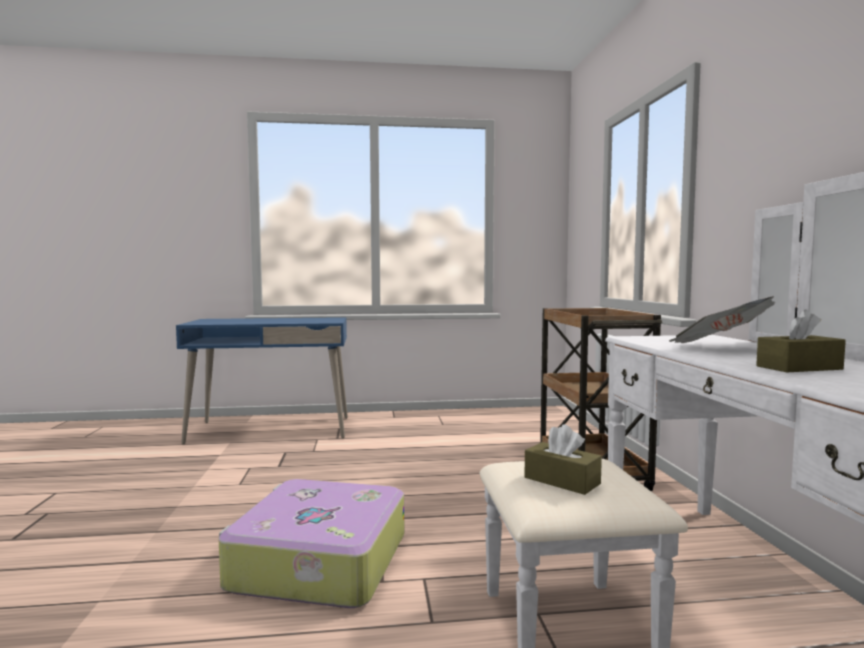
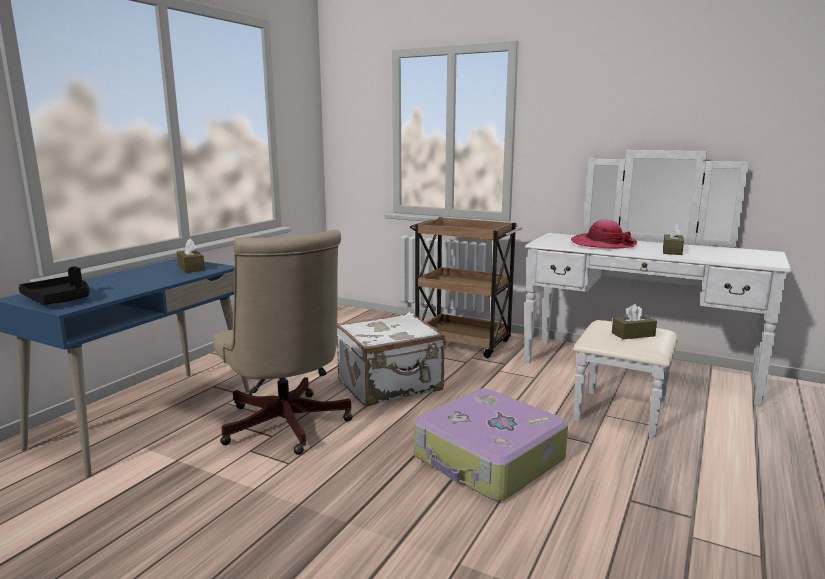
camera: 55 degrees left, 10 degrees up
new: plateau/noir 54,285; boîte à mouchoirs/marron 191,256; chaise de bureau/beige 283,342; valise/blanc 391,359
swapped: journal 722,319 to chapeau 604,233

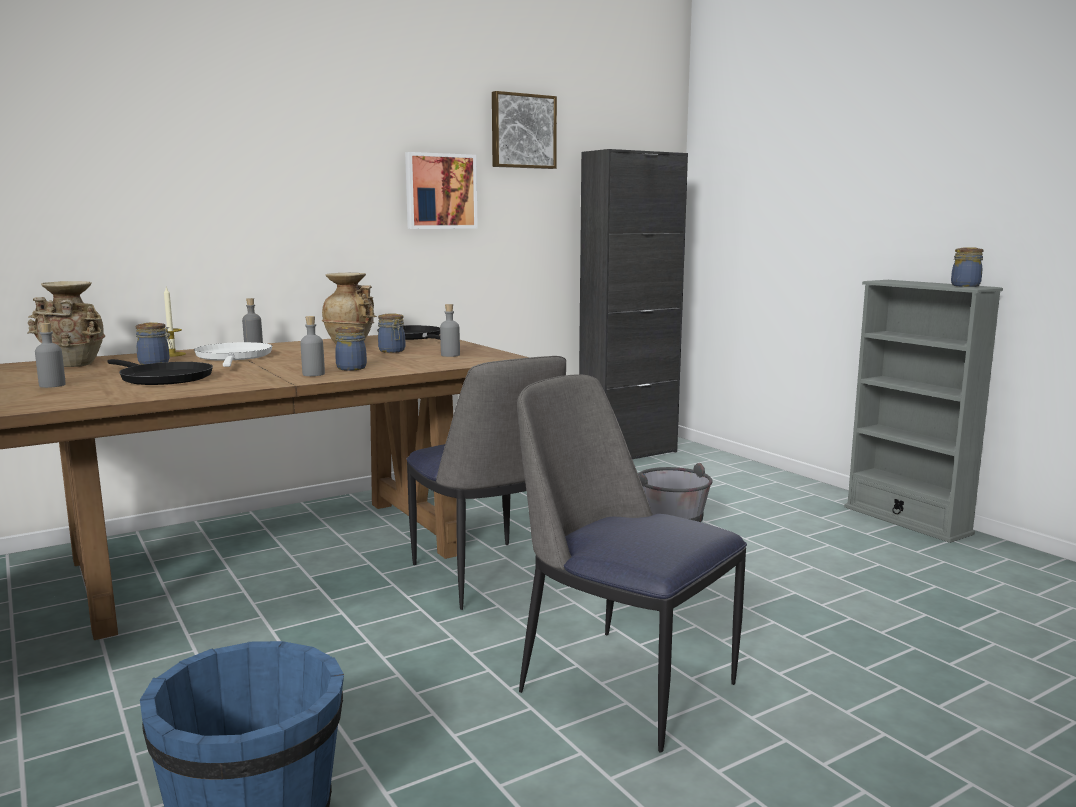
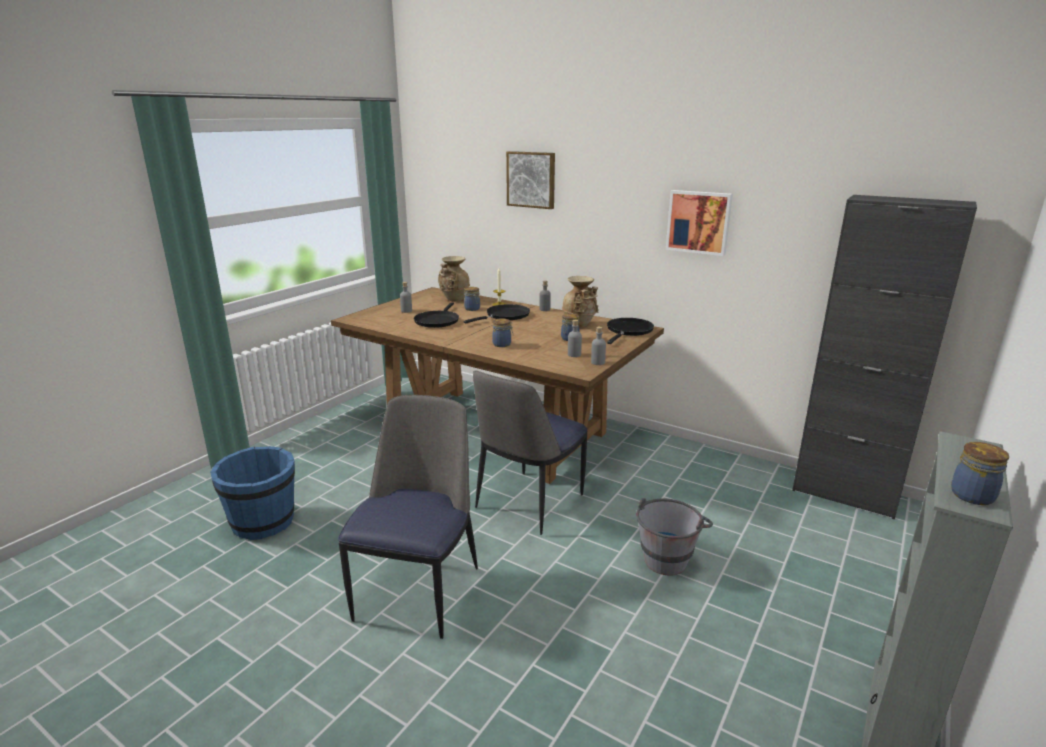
camera: 65 degrees right, 10 degrees up
shifted: tableau 524,130 to 530,180; bouteille/gris 312,346 to 598,346
repainted: poêle/blanc 233,354 to poêle/noir 497,314

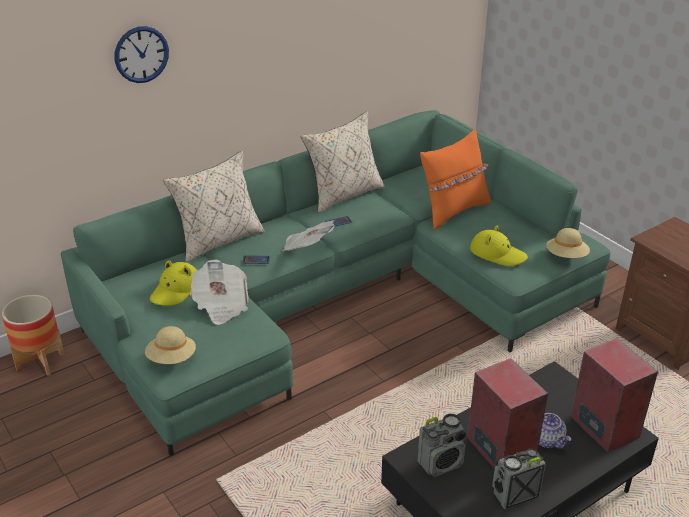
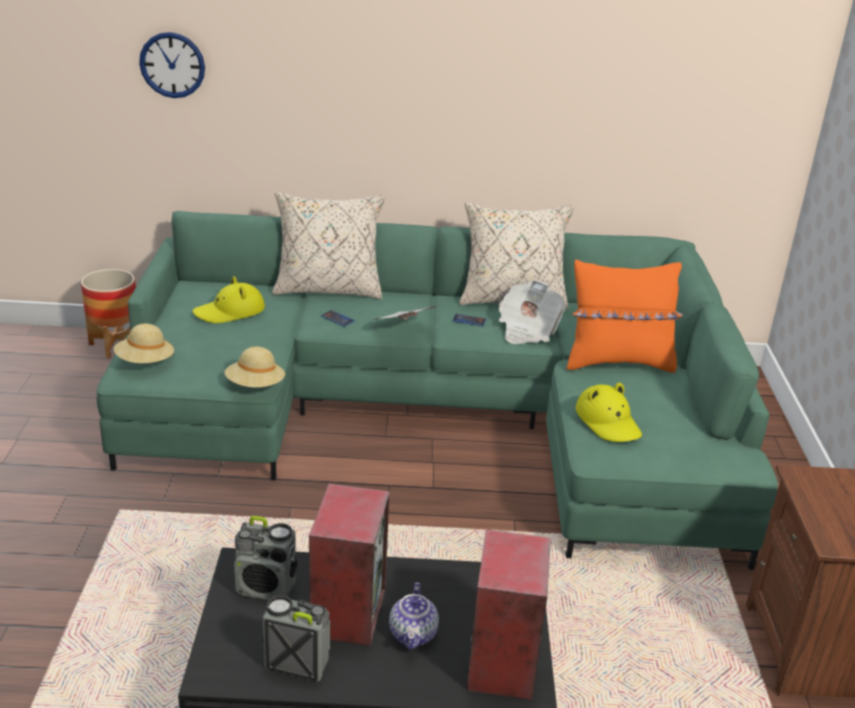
camera: 35 degrees right, 5 degrees down
shifted: horloge murale 142,54 to 172,65; chapeau/beige 568,243 to 255,367; journal 219,292 to 532,312

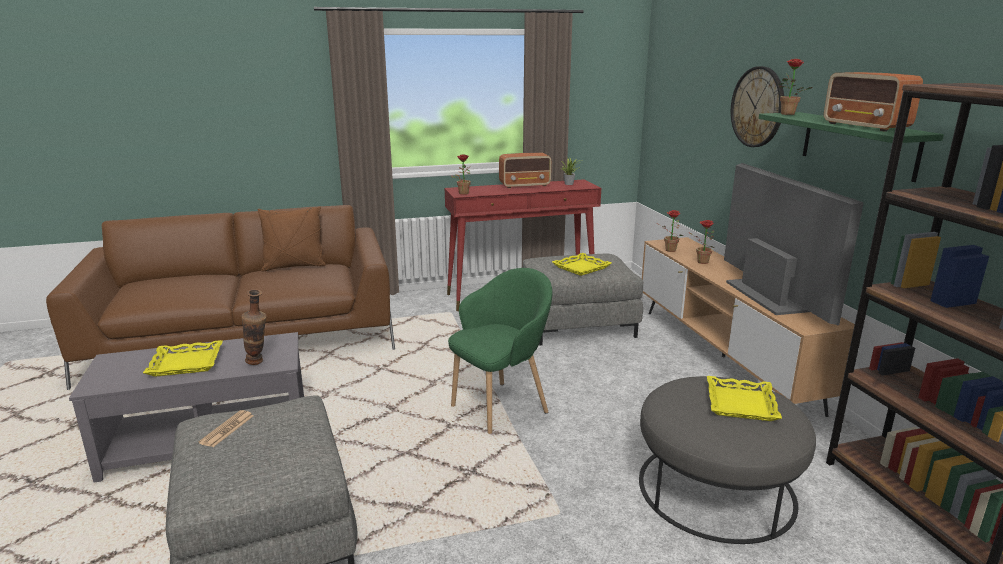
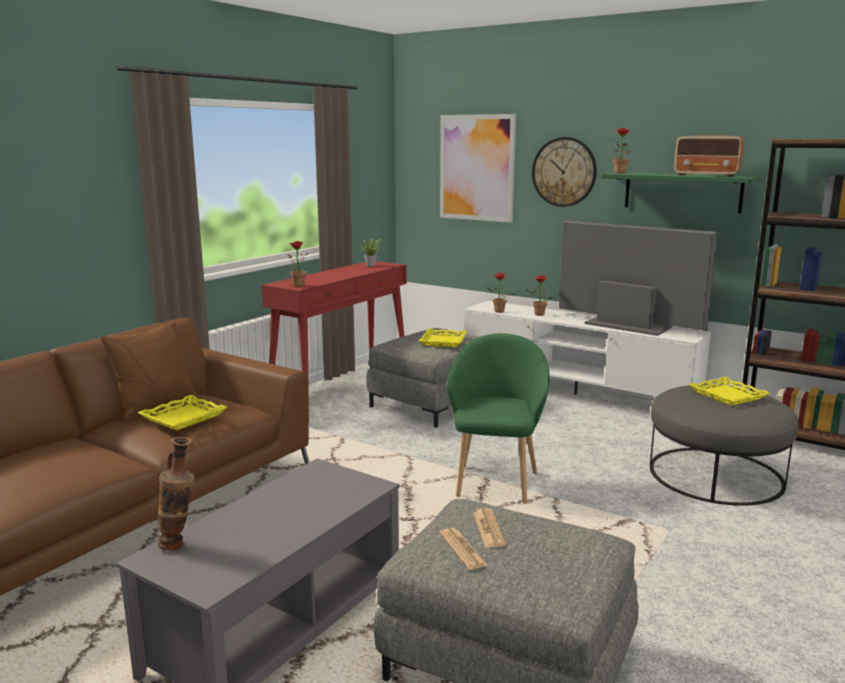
camera: 40 degrees left, 5 degrees down
gone: radio 525,170
new: tableau 478,168; journal 489,528
shifted: plateau/jaune 183,358 to 182,413; vase 254,327 to 176,494
repainted: meuble télé/marron 748,327 to meuble télé/blanc 587,348

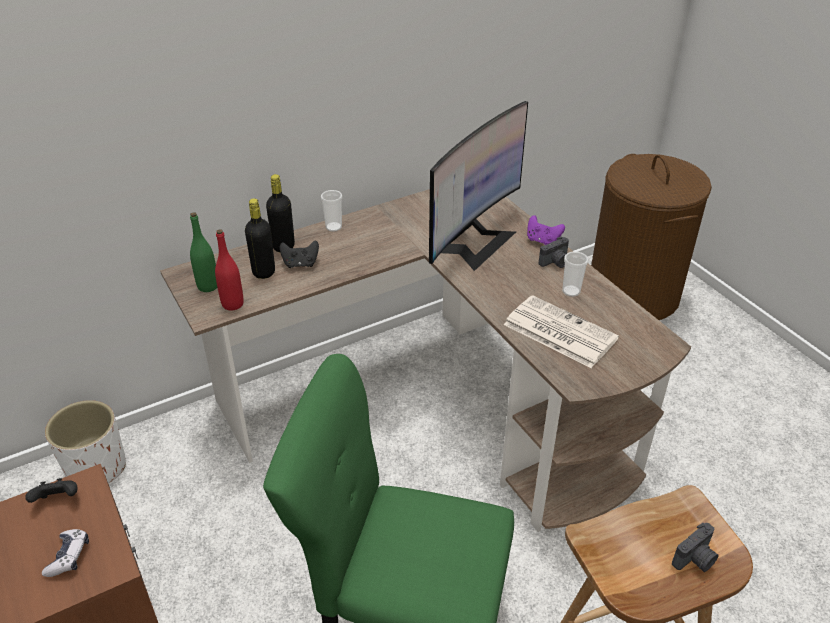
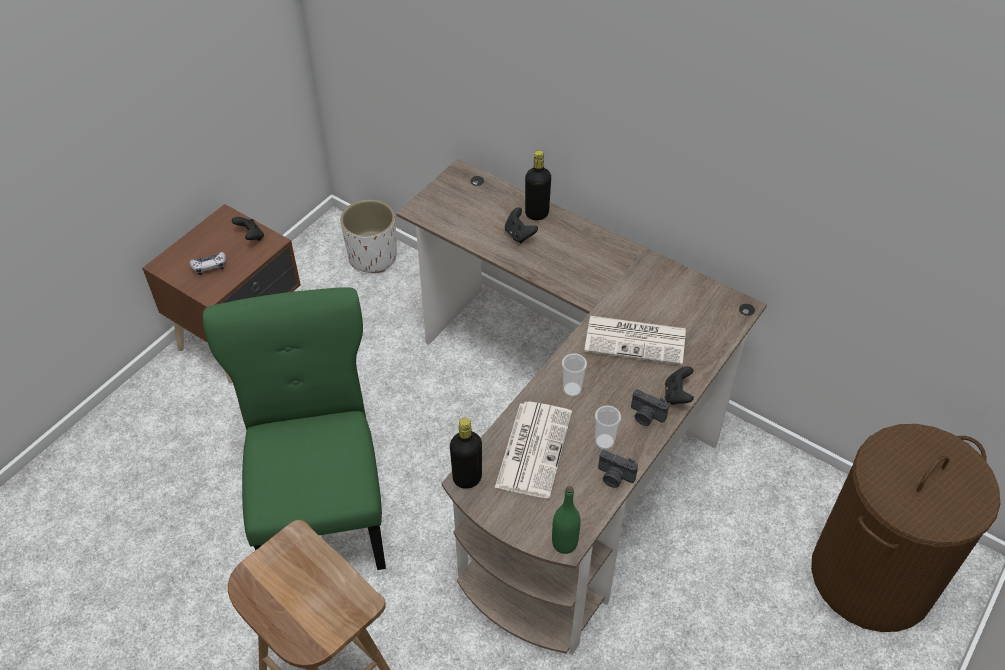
camera: 65 degrees right, 10 degrees up
gone: bouteille/rouge 229,269
shifted: bouteille/noir 260,238 to 466,453; bouteille/vert 203,252 to 566,520; tasse 331,211 to 574,375; appareil photo 695,547 to 618,469
swapped: écran d'ordinateur 478,186 to journal 635,340
repainted: manette/violet 546,230 to manette/noir 679,385

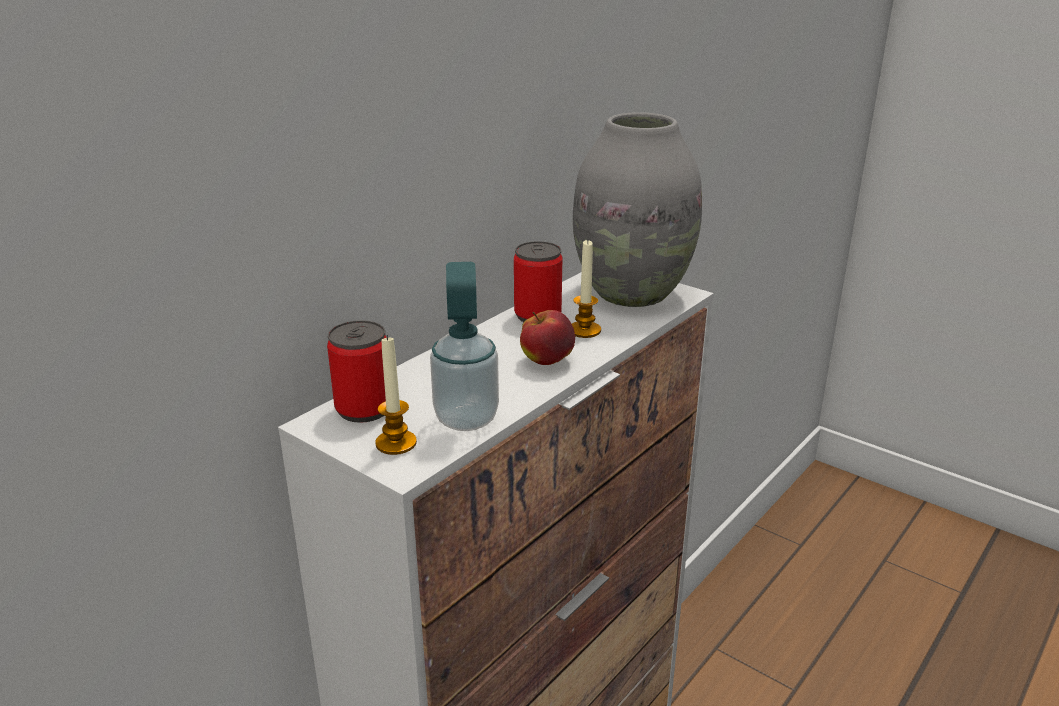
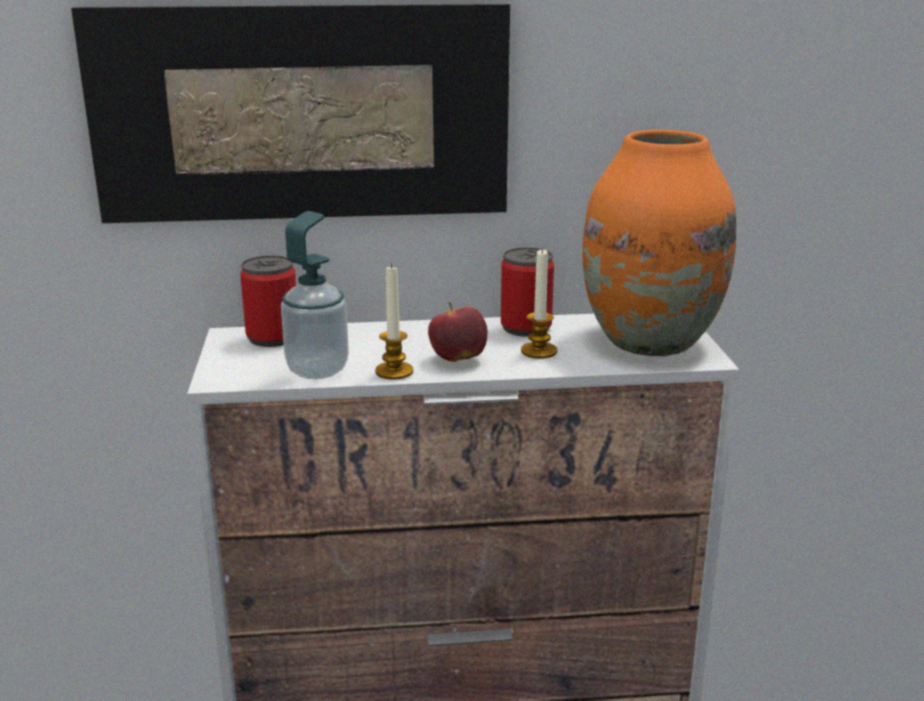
camera: 45 degrees right, 5 degrees down
new: tableau 290,113
shifted: bougie 396,395 to 394,322
repainted: vase/gris 637,209 to vase/orange 659,243

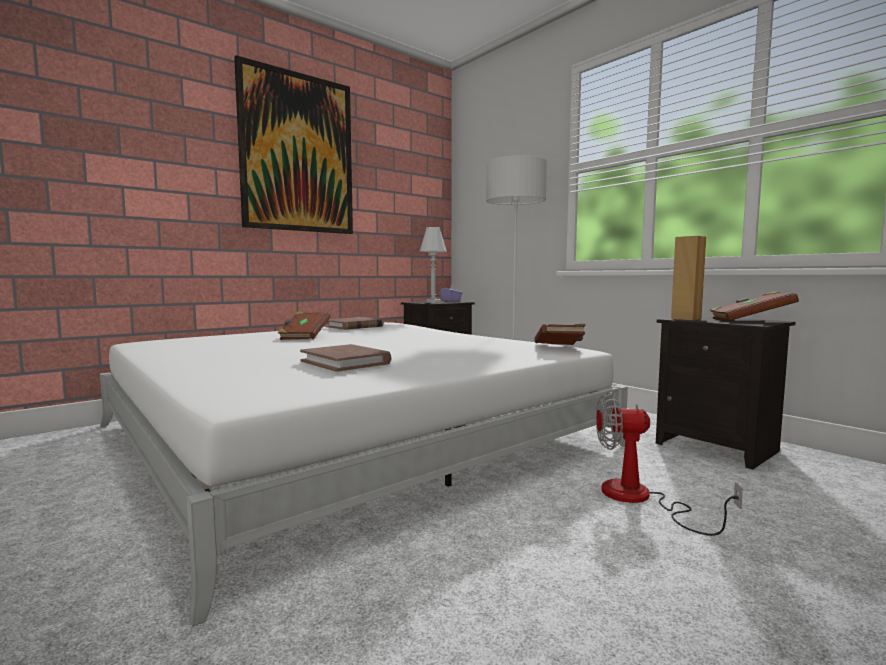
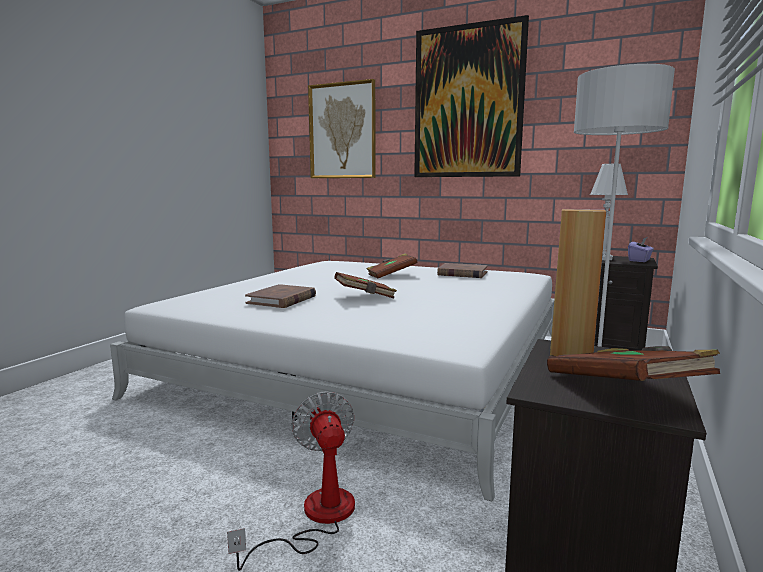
camera: 65 degrees right, 5 degrees up
new: tableau 342,128
shifted: livre/marron 559,334 to 365,285

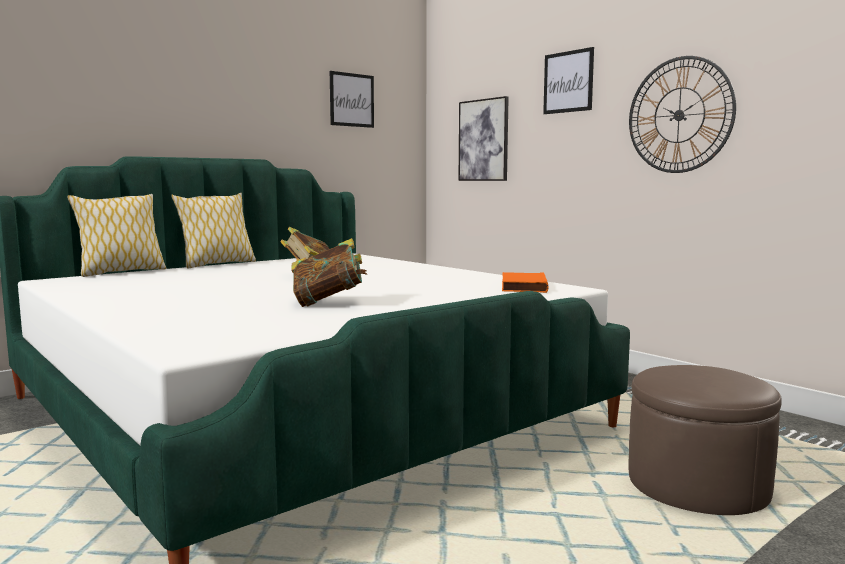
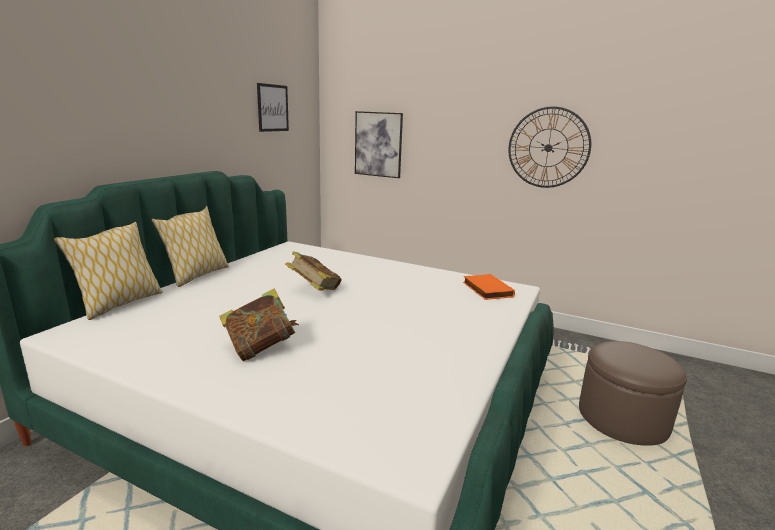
camera: 25 degrees left, 10 degrees up
gone: tableau 568,80
shifted: livre 329,272 to 259,325

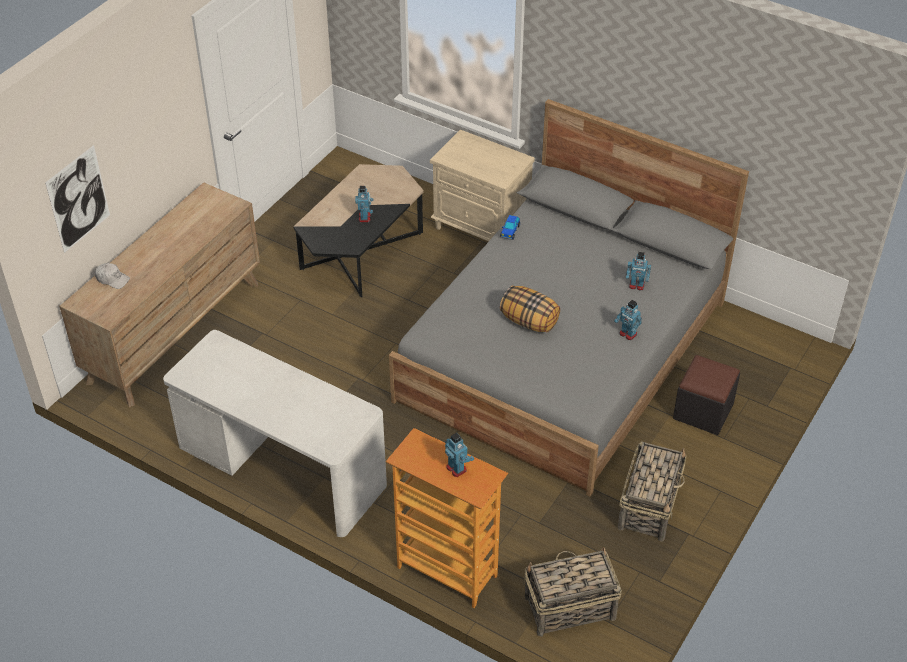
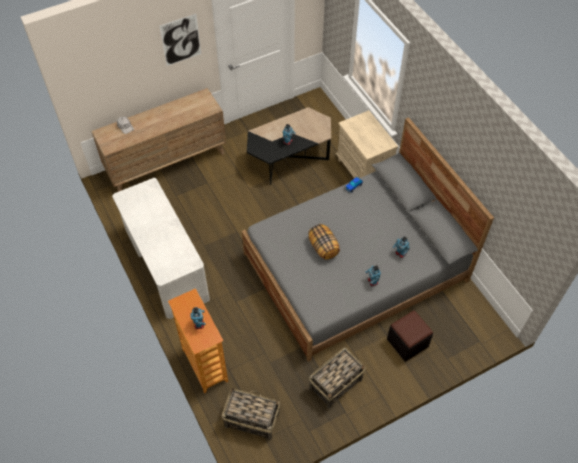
camera: 30 degrees right, 10 degrees up
shifted: tableau 77,199 to 180,40

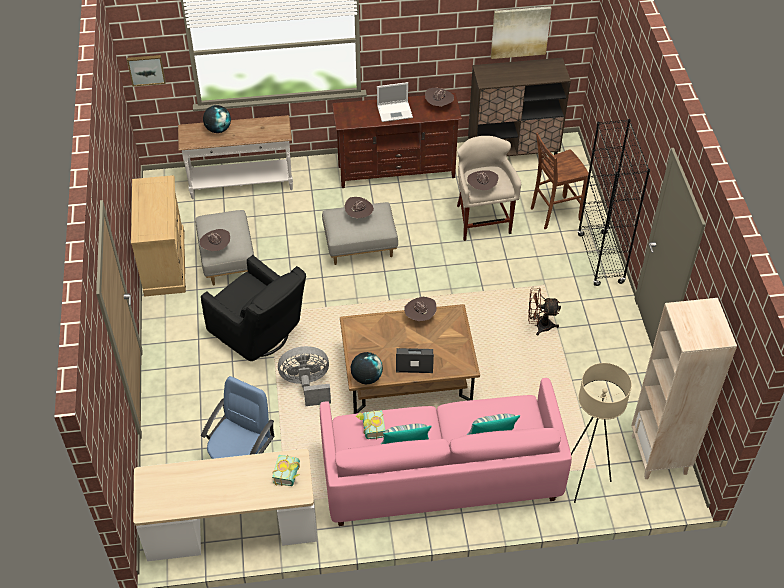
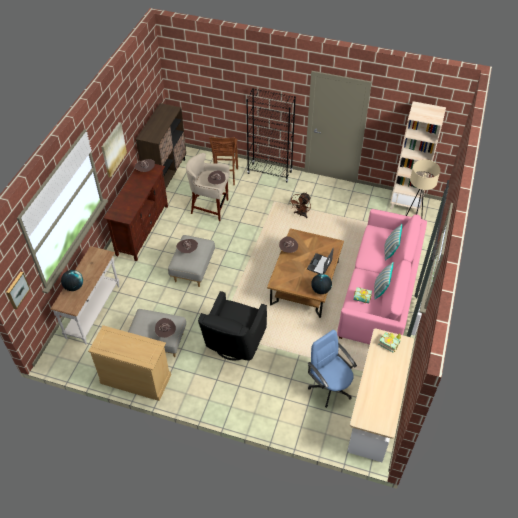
camera: 65 degrees left, 0 degrees up
gone: ventilateur/gris 304,376; ordinateur portable 395,102
shifted: tableau 521,32 to 114,150
rotated: fauteuil/noir 253,308 = 232,325 135 degrees clockwise

